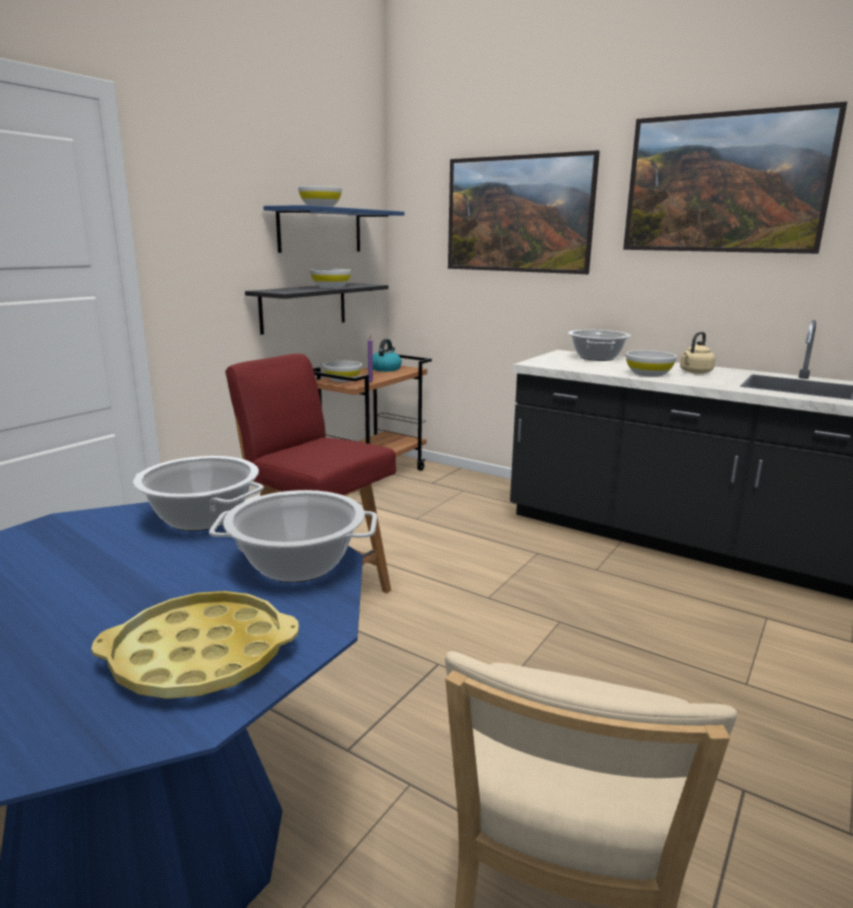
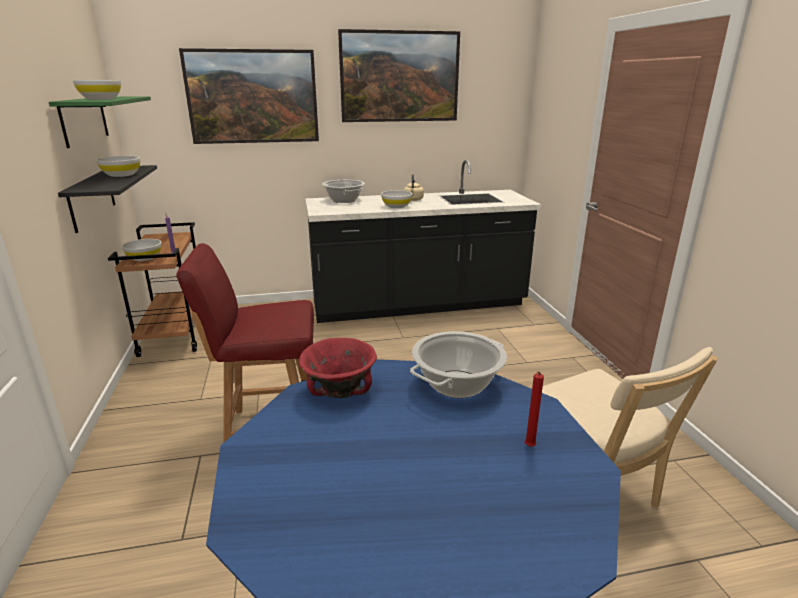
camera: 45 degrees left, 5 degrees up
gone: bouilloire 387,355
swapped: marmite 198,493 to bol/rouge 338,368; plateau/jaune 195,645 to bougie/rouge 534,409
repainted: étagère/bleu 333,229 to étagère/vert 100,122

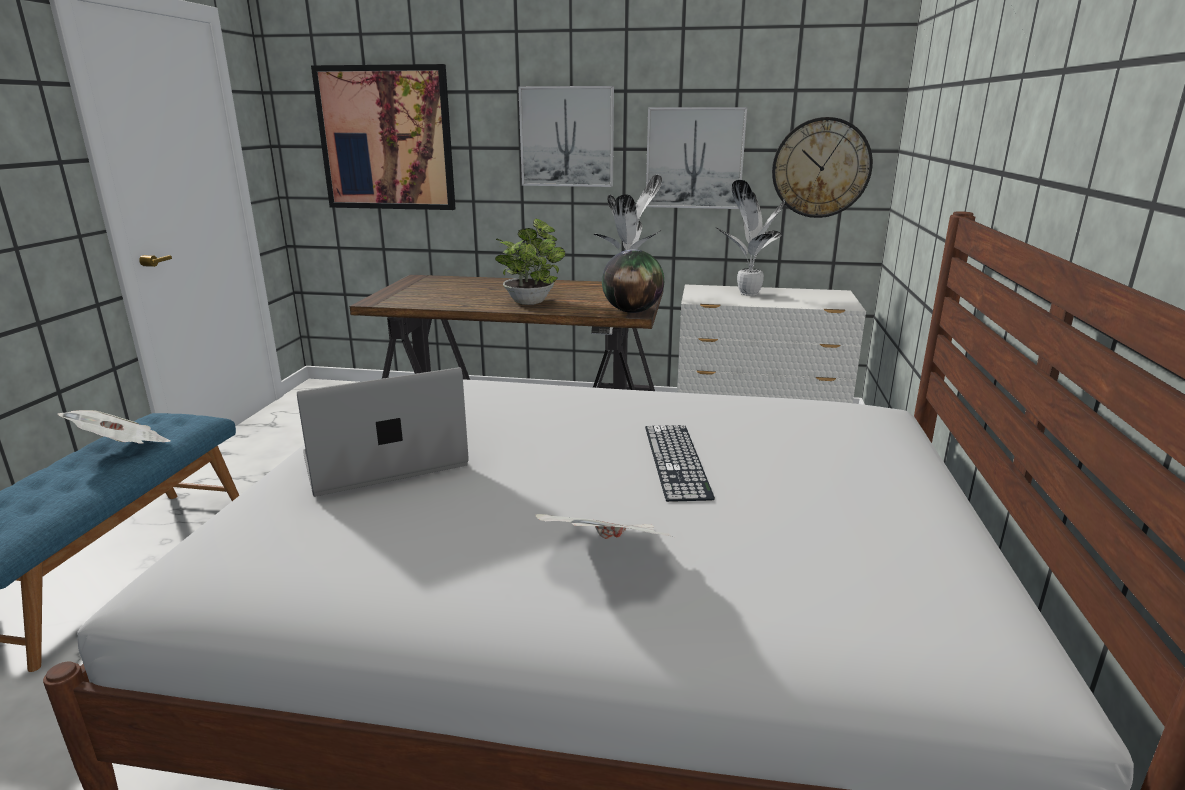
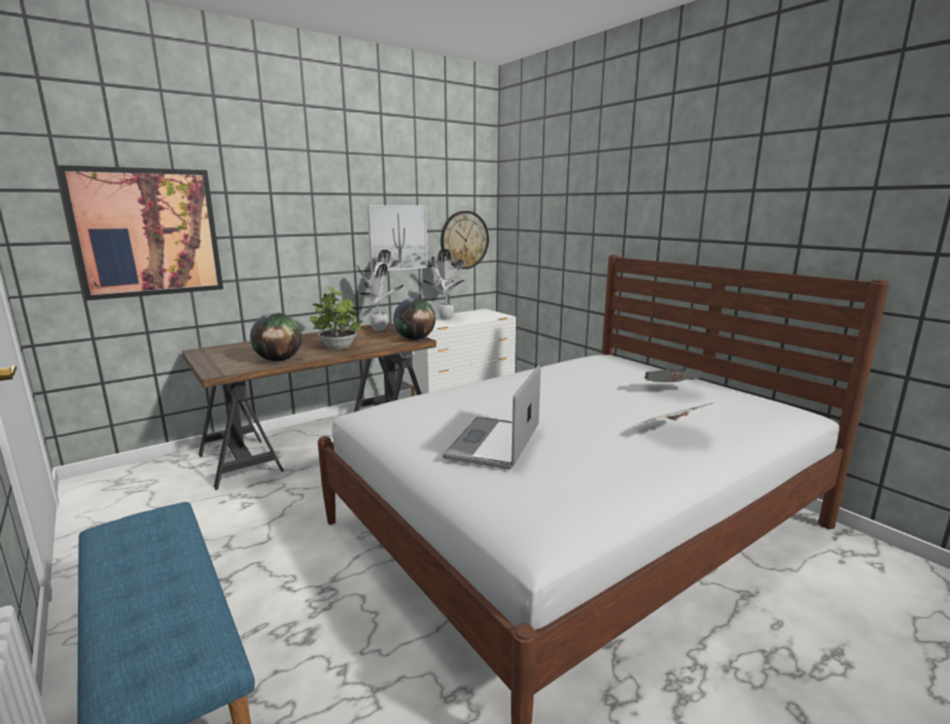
camera: 45 degrees left, 5 degrees down
gone: tableau 566,136; clavier 680,463
new: globe 276,337
shifted: journal 114,427 to 673,375

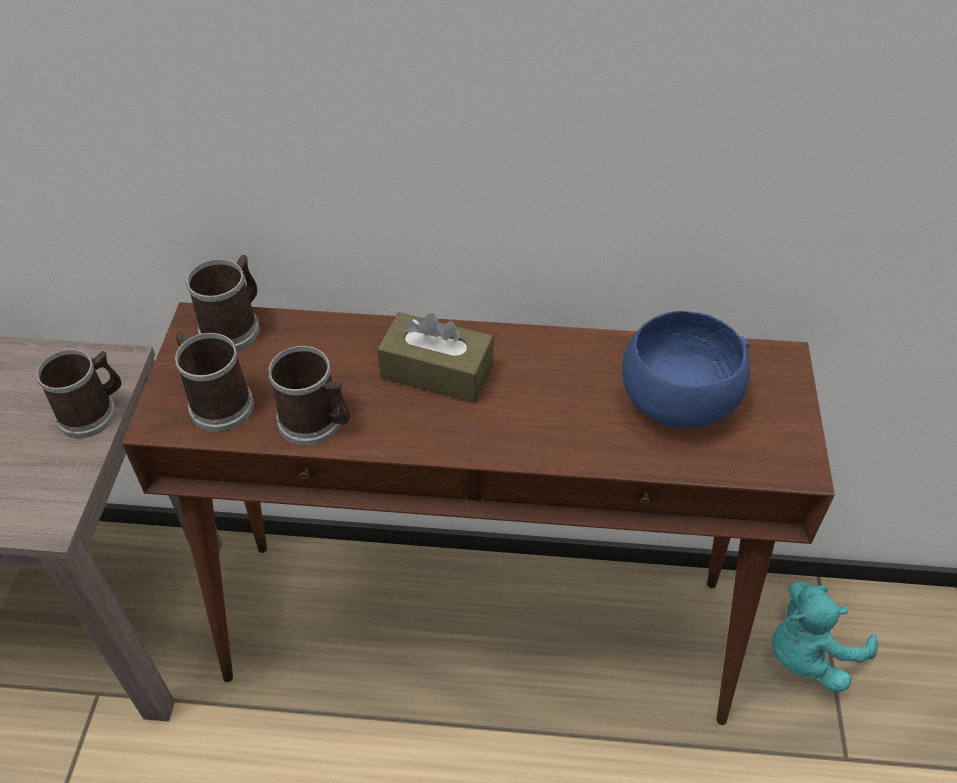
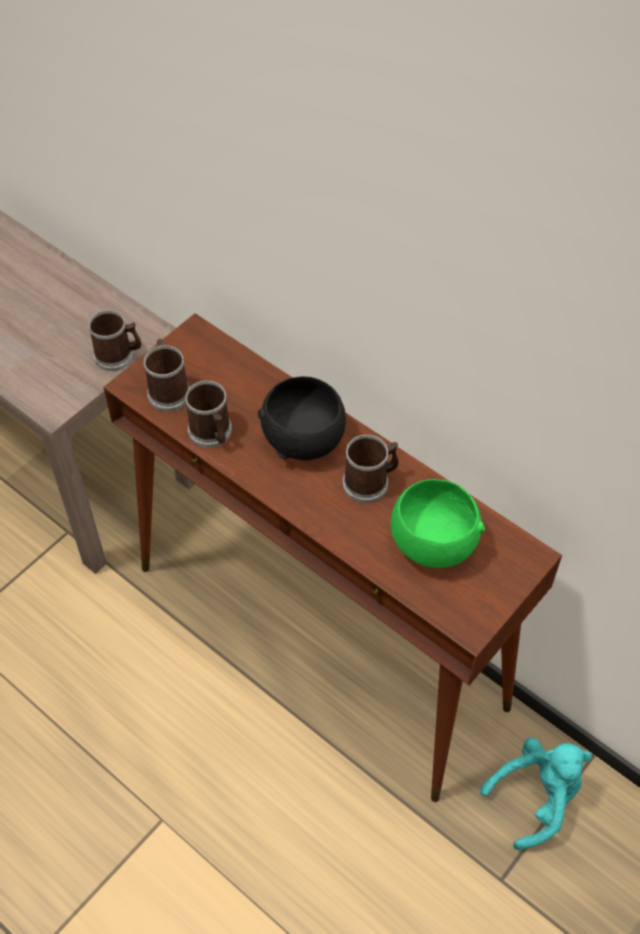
camera: 35 degrees right, 5 degrees up
shifted: mug 223,303 to 371,469
swapped: boîte à mouchoirs/marron 435,357 to bol/noir 302,418
repainted: bol/bleu 686,369 to bol/vert 438,523
rotated: peluche/turquoise 824,637 = 536,794 150 degrees clockwise

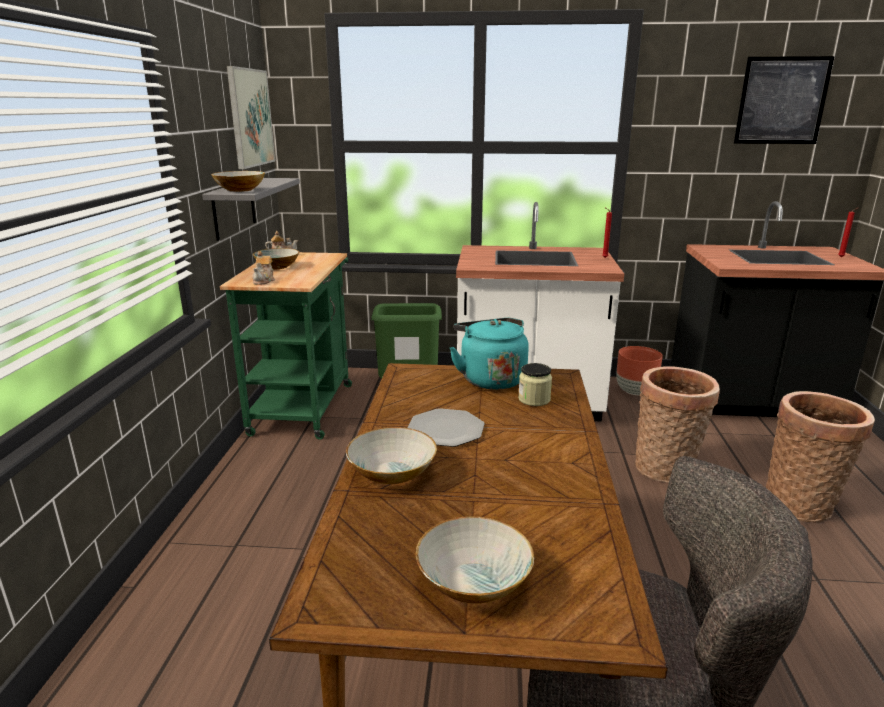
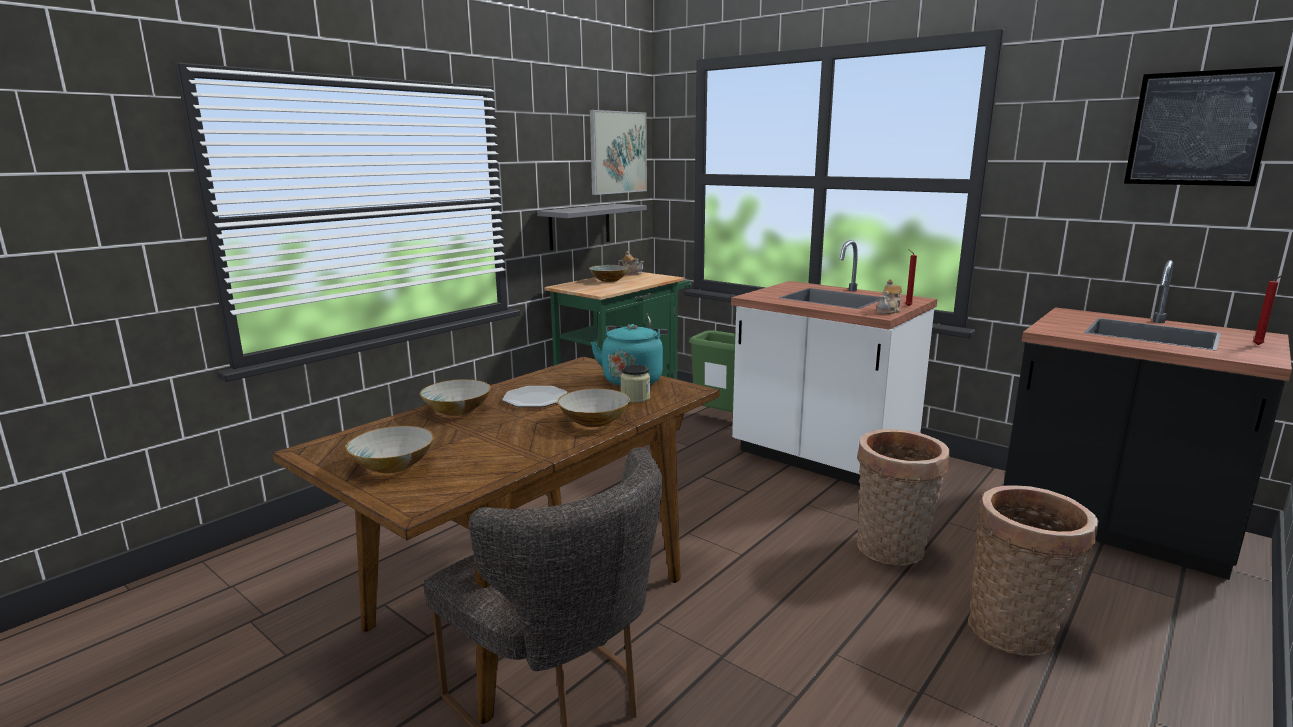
camera: 35 degrees right, 5 degrees down
gone: cache-pot/marron 639,370
shifted: bol 238,181 to 593,407; théière 263,268 to 889,296

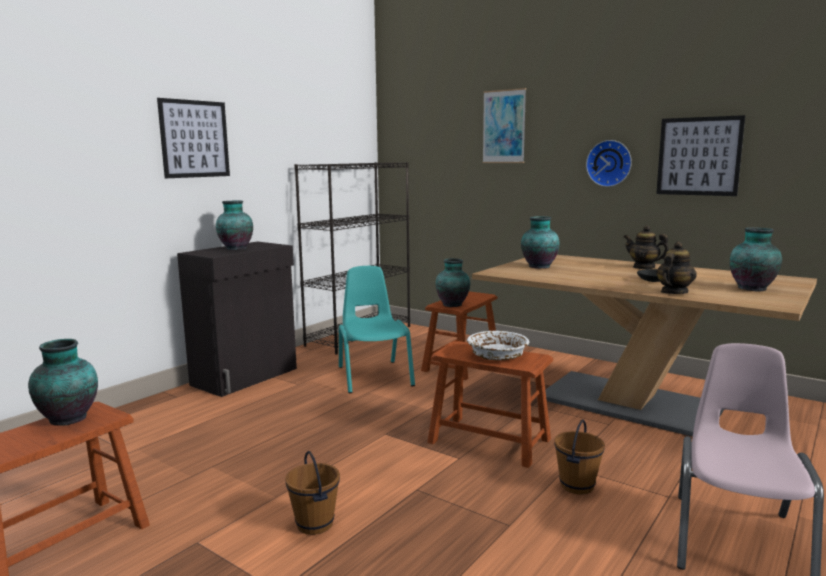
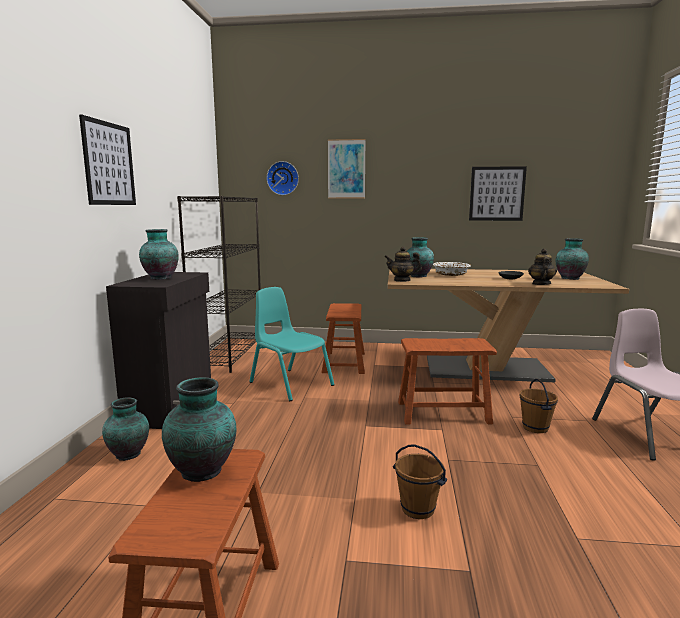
camera: 30 degrees left, 0 degrees up
shifted: vase 453,282 to 125,429; horloge murale 609,163 to 283,178; théière 646,247 to 403,264; bol/blanc 498,345 to 452,269

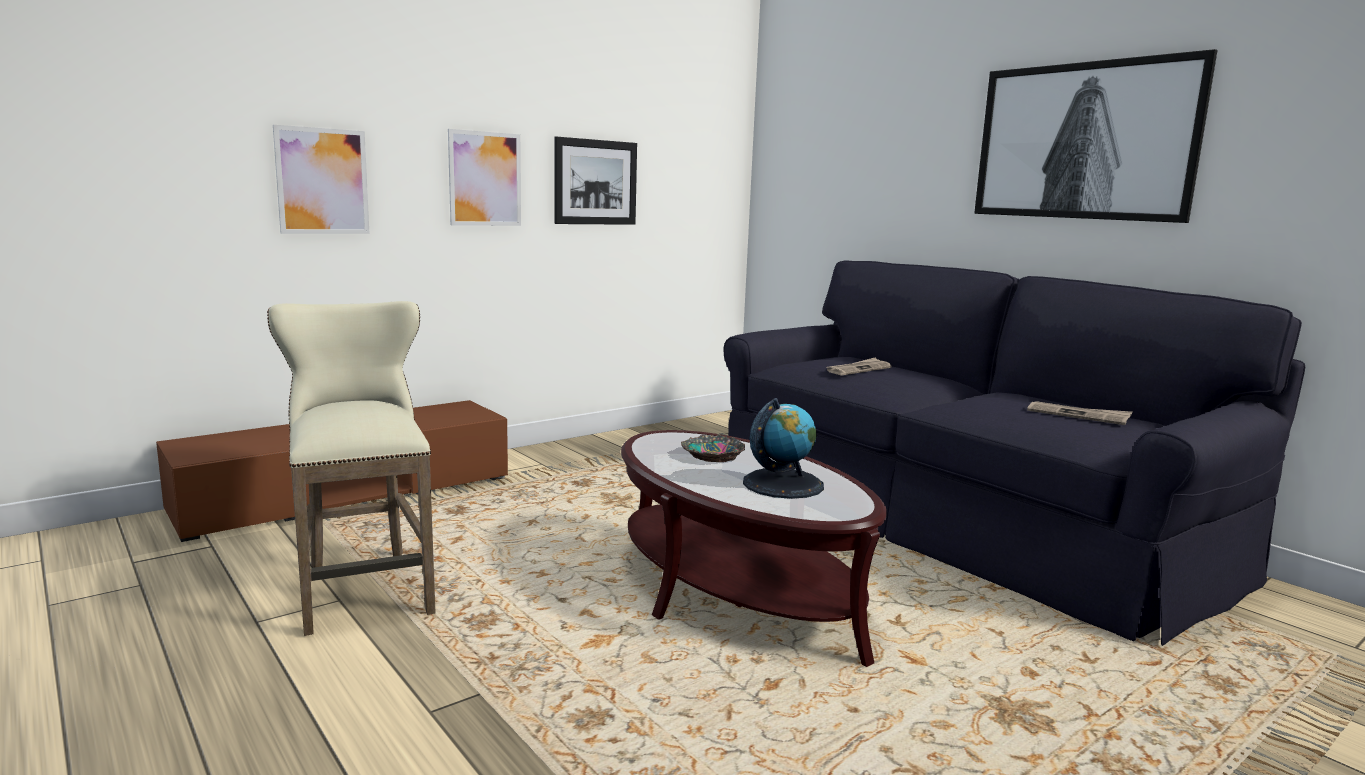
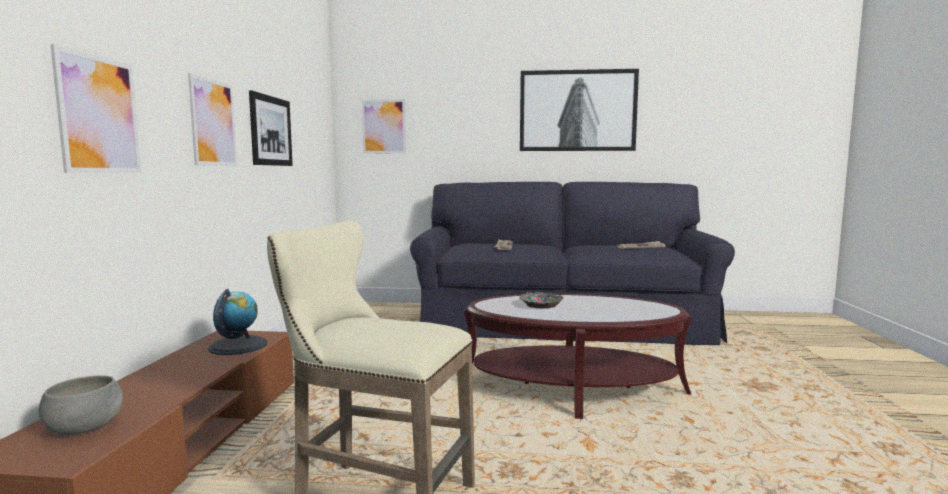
camera: 45 degrees left, 5 degrees down
new: bol/gris 81,405; tableau 384,126
shifted: globe 783,448 to 238,322

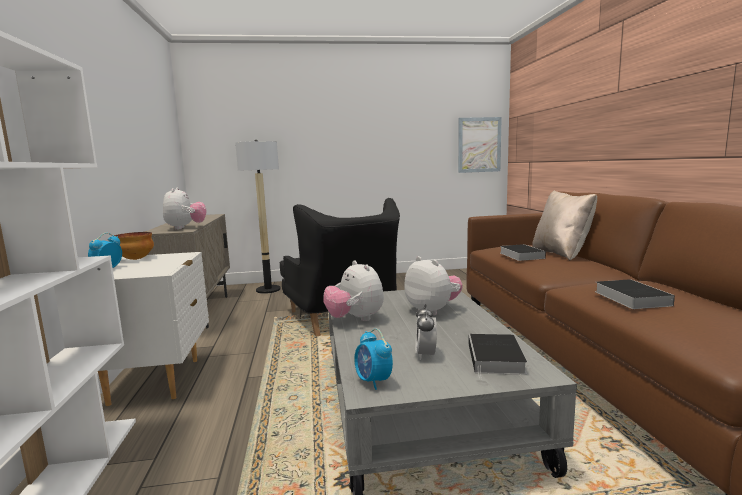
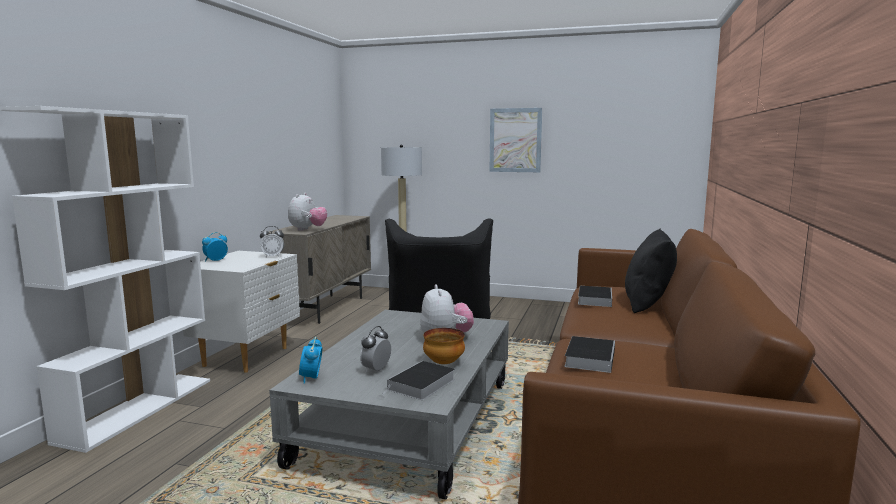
camera: 25 degrees right, 0 degrees up
gone: peluche 353,290
new: réveil 272,241
shifted: bol 134,246 to 444,346; tableau 480,145 to 515,140
repainted: coussin/beige 564,225 to coussin/noir 651,271

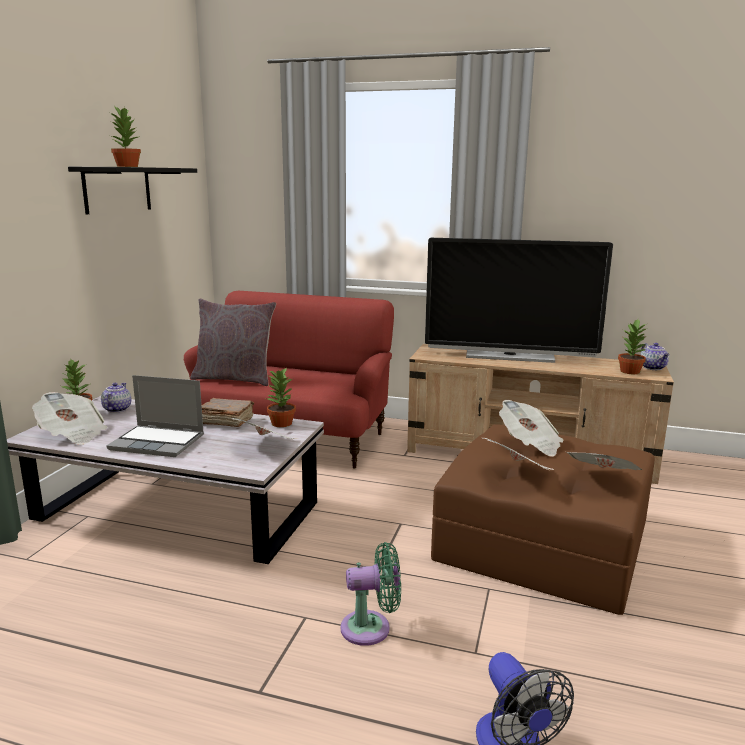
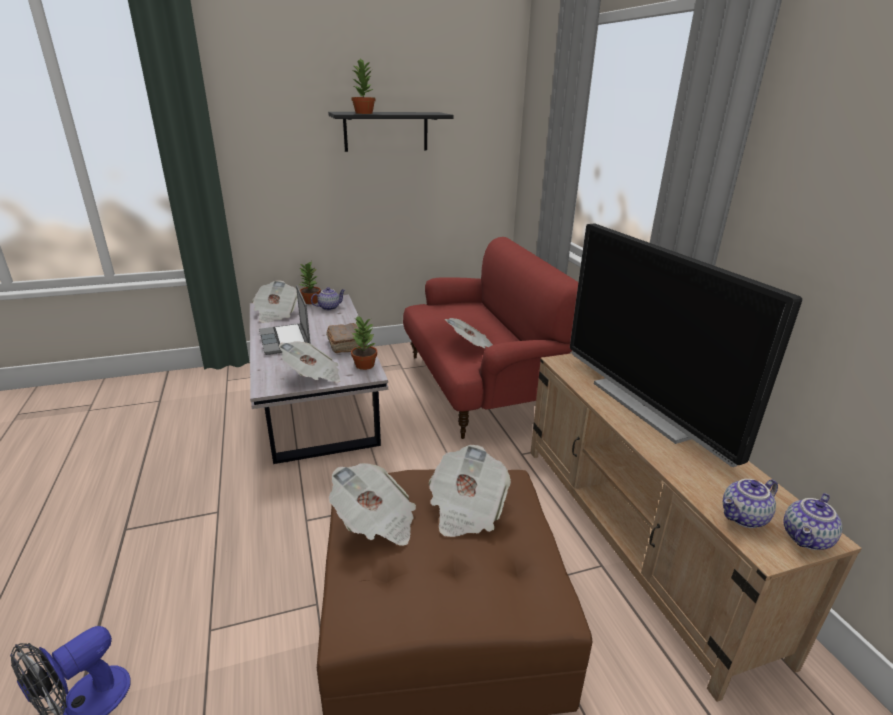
camera: 55 degrees right, 10 degrees up
gone: coussin/gris 233,342; ventilateur/vert 370,594
shifted: journal 604,461 to 469,333
swapped: plante en pot 632,346 to théière 750,503

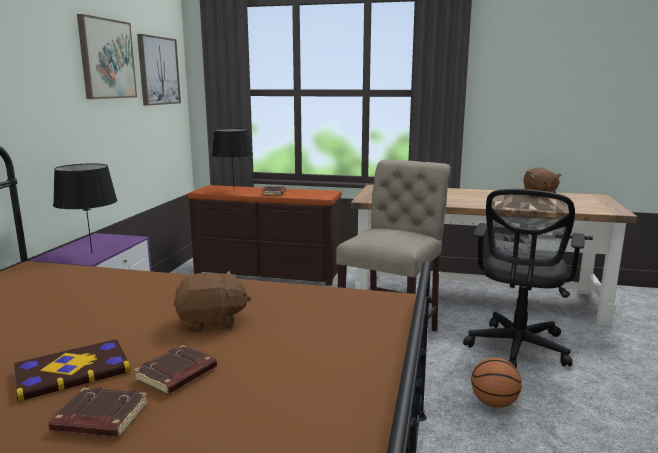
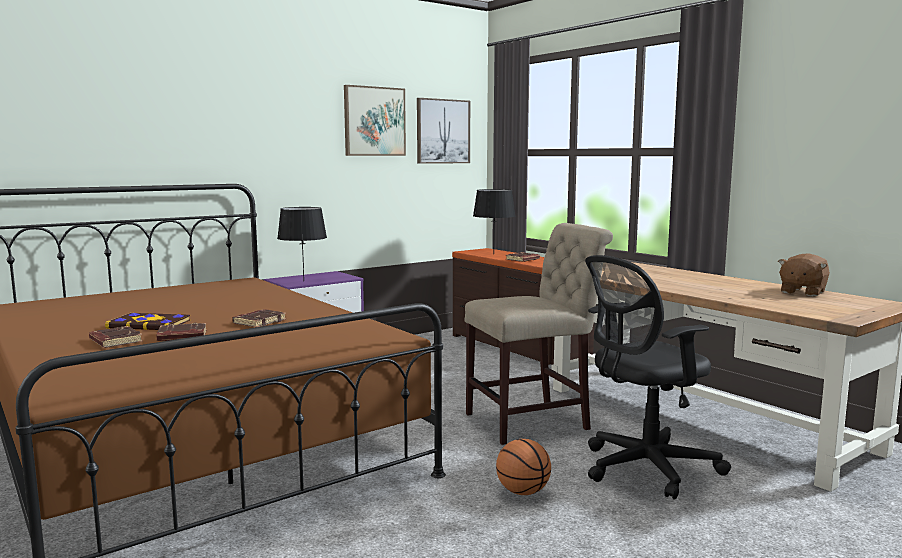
camera: 40 degrees right, 5 degrees down
swapped: peluche/marron 212,301 to livre/marron 259,318

